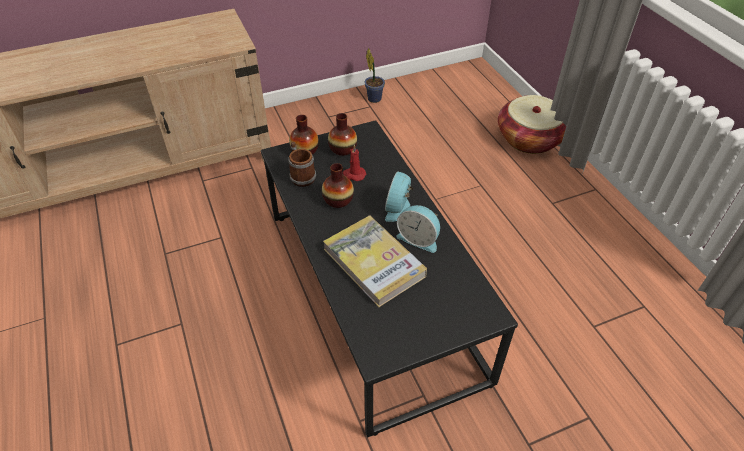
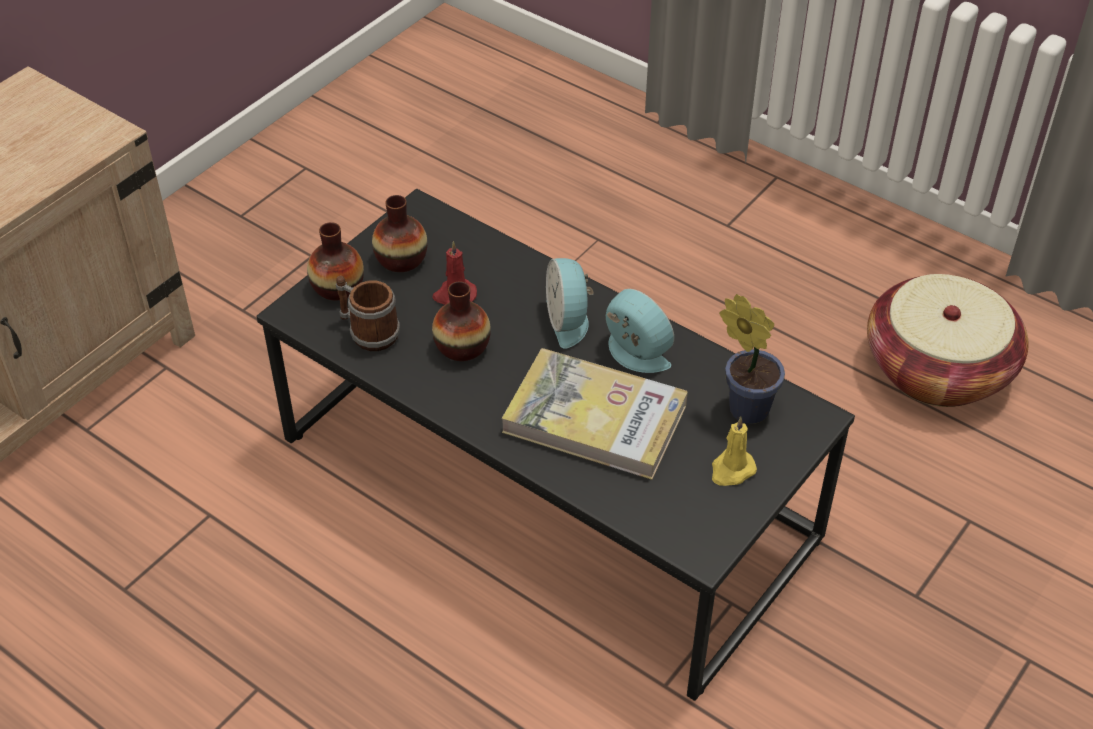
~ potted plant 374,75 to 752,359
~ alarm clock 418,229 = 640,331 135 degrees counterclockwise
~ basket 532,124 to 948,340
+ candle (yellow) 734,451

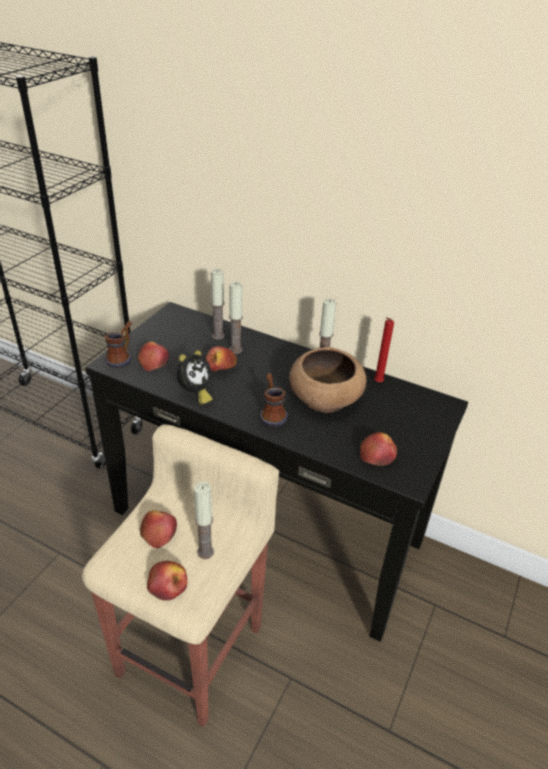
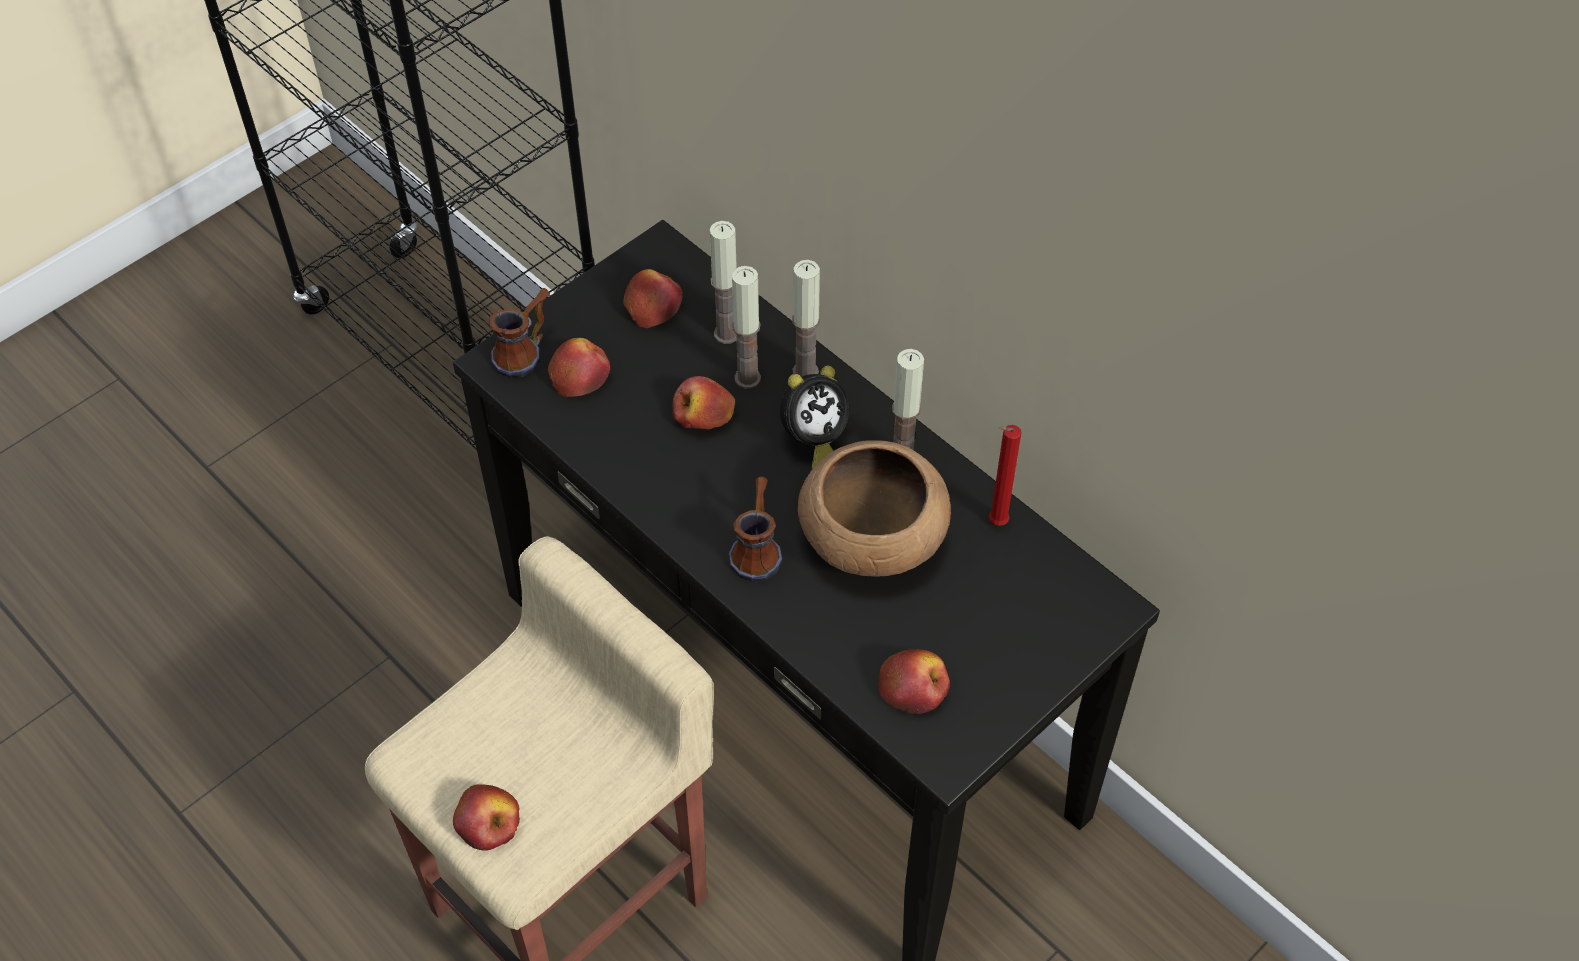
~ apple 158,529 to 652,298
~ alarm clock 194,377 to 814,417
~ candle 204,520 to 806,318

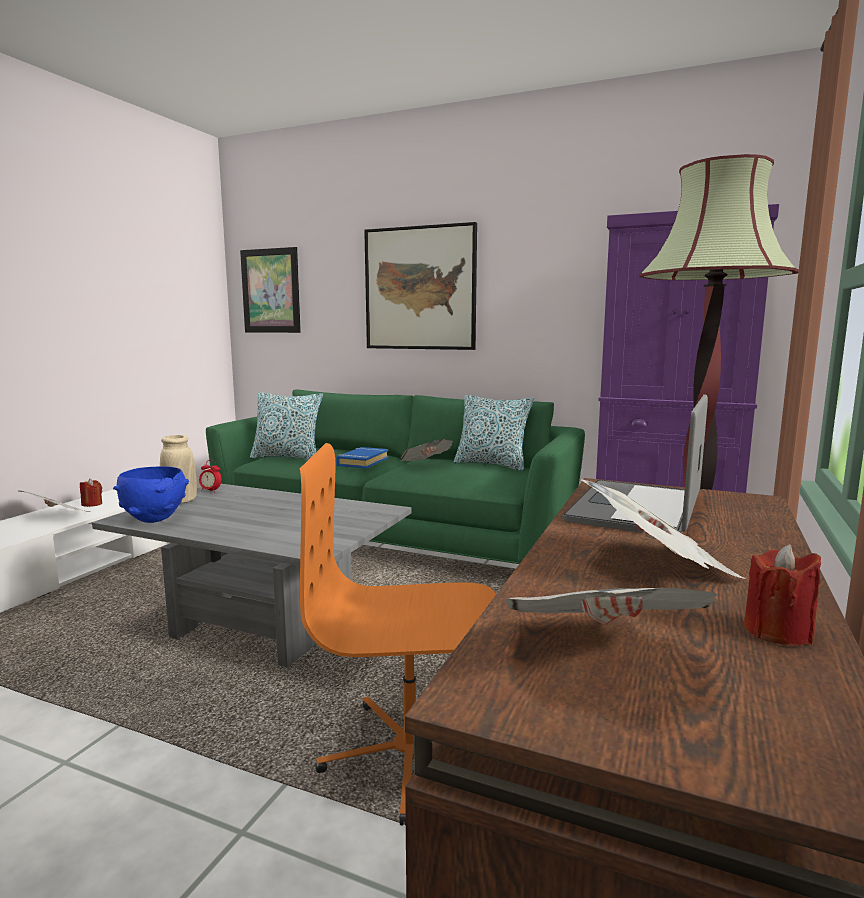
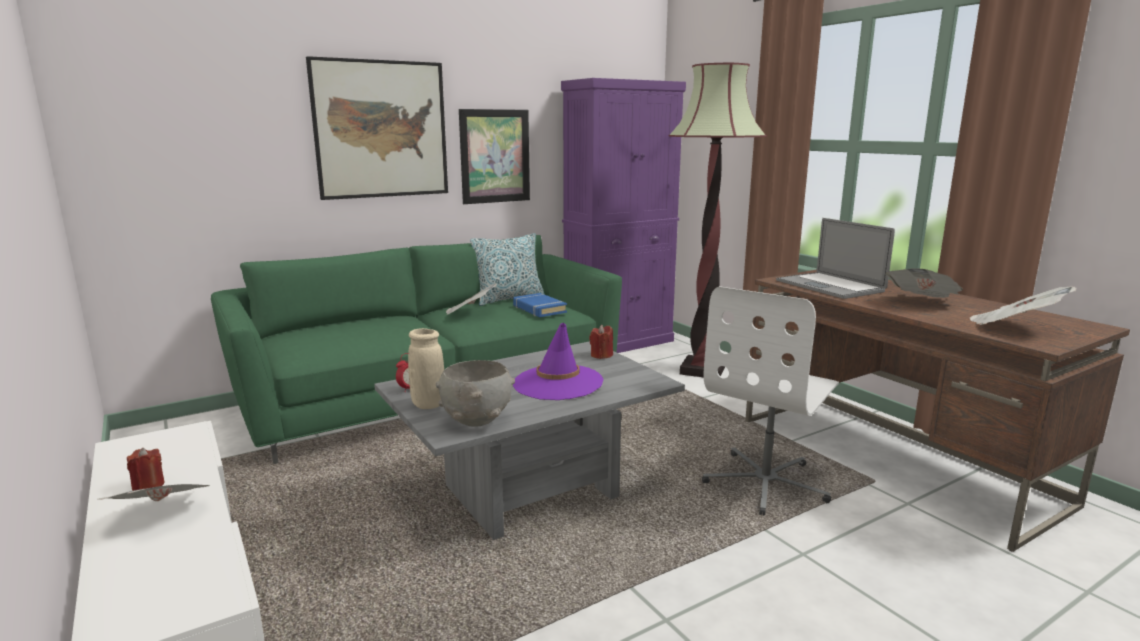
~ bowl (blue) 151,494 to bowl (grey) 475,393
~ picture 270,290 to 494,156
- pillow 286,426
~ office chair (orange) 398,634 to office chair (white) 770,400
~ book (blue) 362,458 to 540,305
~ candle (red) 782,595 to 601,342
+ hat (purple) 558,361

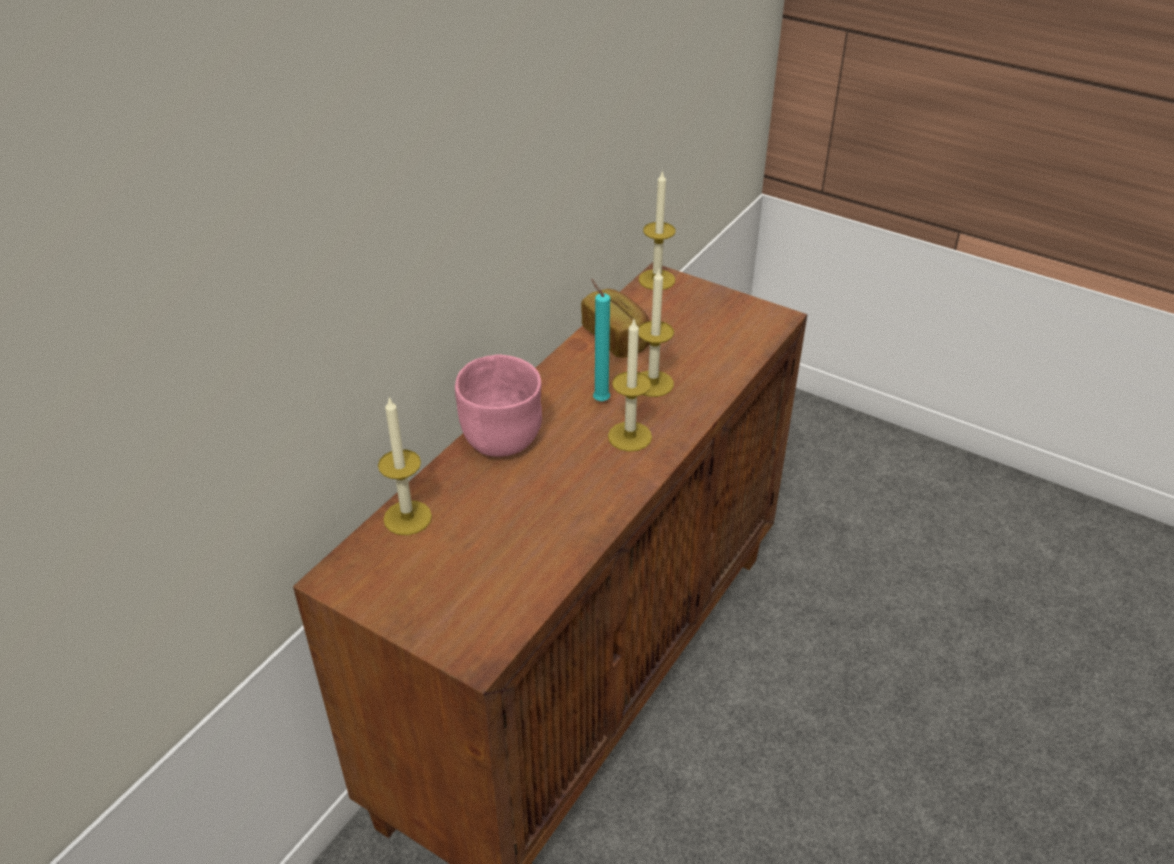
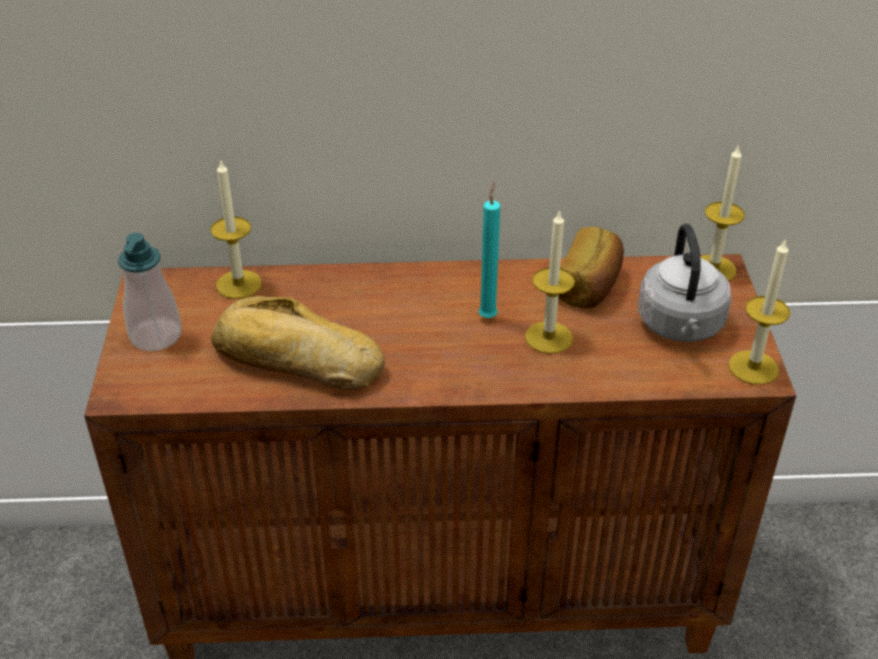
- bowl (pink) 498,405
~ candle 630,386 to 759,311
+ soap dispenser 150,292
+ bread 298,343
+ kettle (grey) 685,283

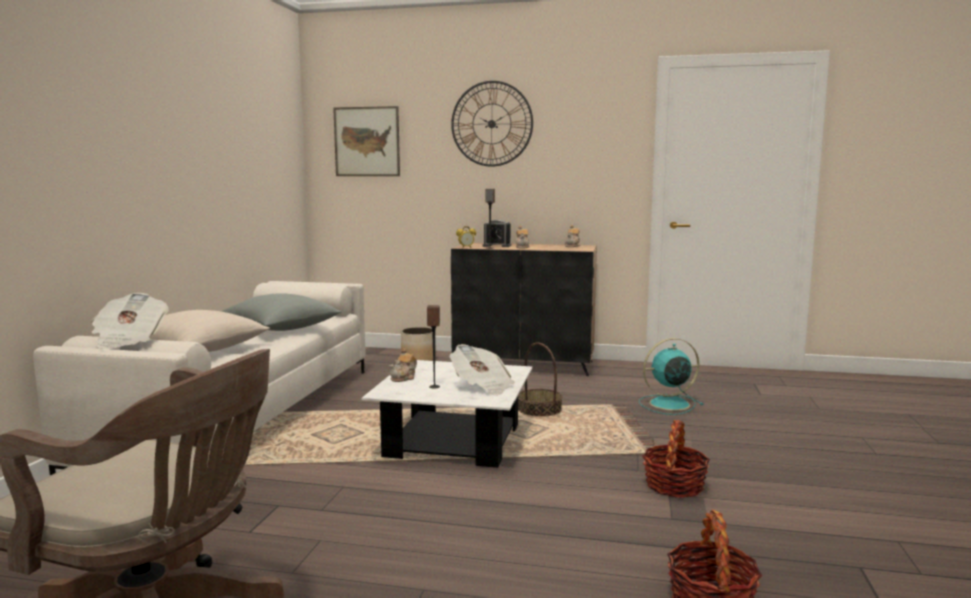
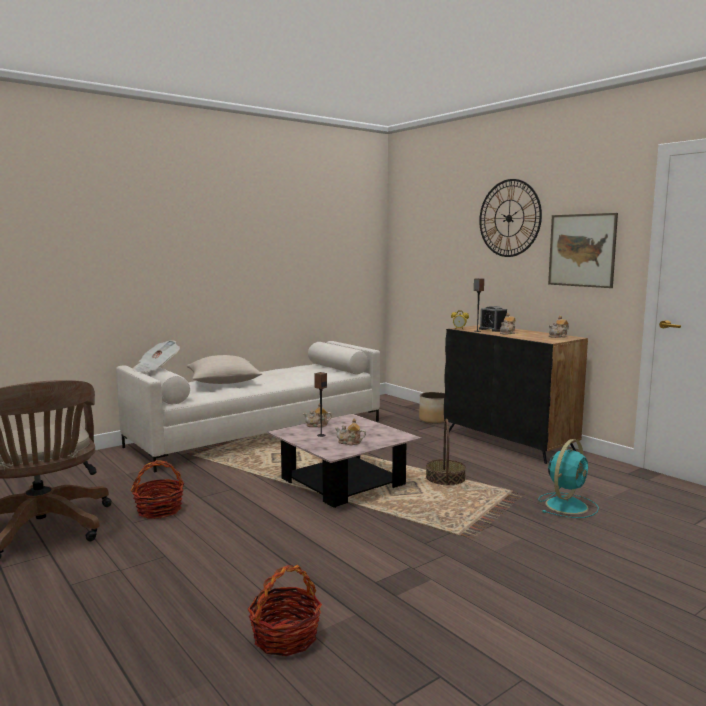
- pillow (grey) 281,312
~ picture 366,141 to 583,250
~ coffee table (white) 446,414 to coffee table (pink) 344,461
~ newspaper 482,370 to teapot 350,431
~ fan (turquoise) 671,376 = 568,478 105 degrees clockwise
~ basket 676,459 to 157,489

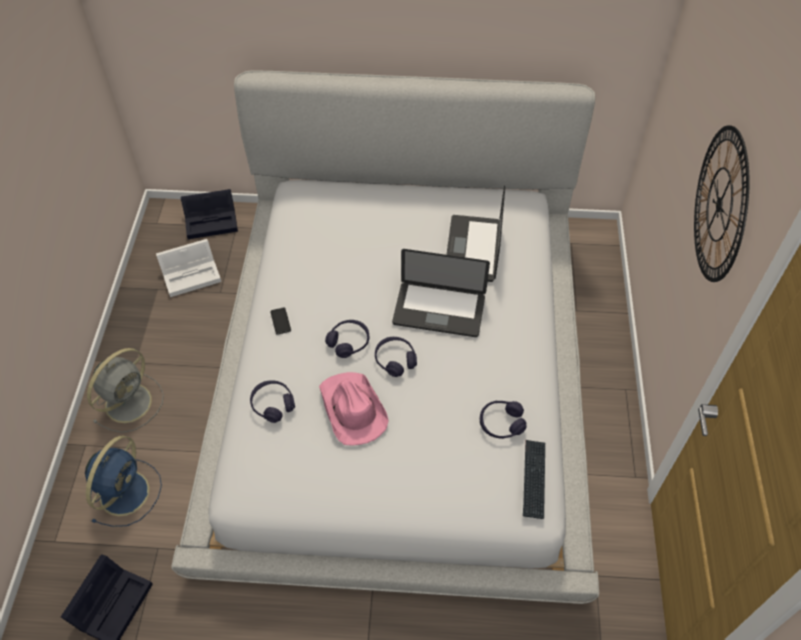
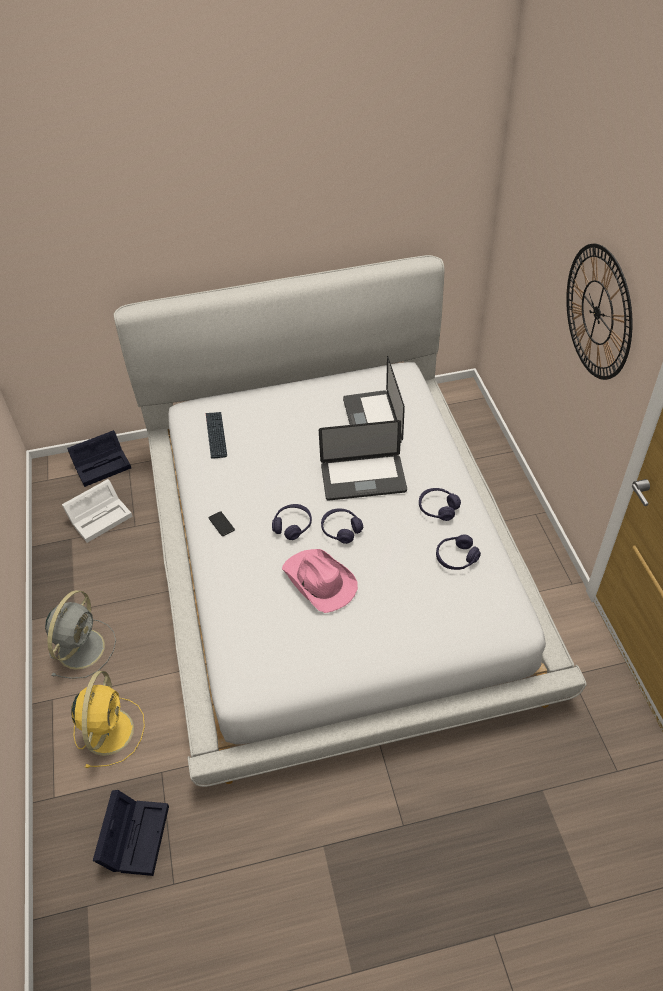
~ fan (blue) 123,481 to fan (yellow) 108,719
~ headphones (purple) 272,401 to 440,504
~ keyboard 534,479 to 216,435

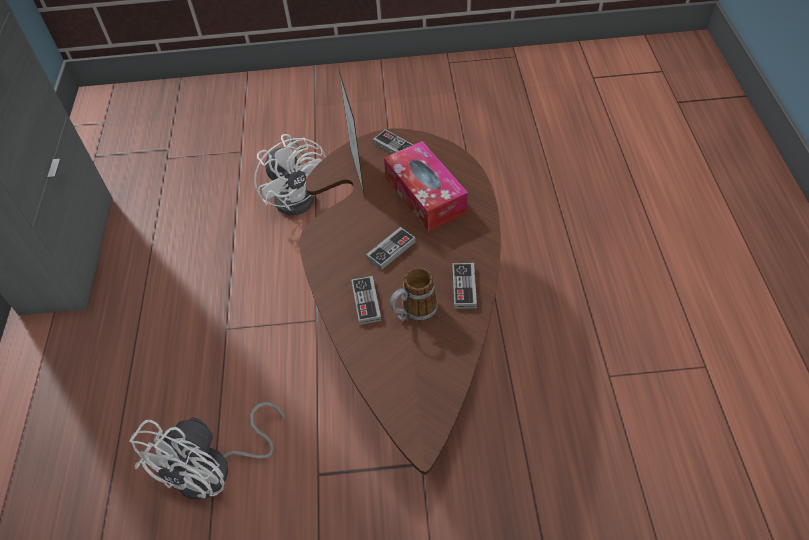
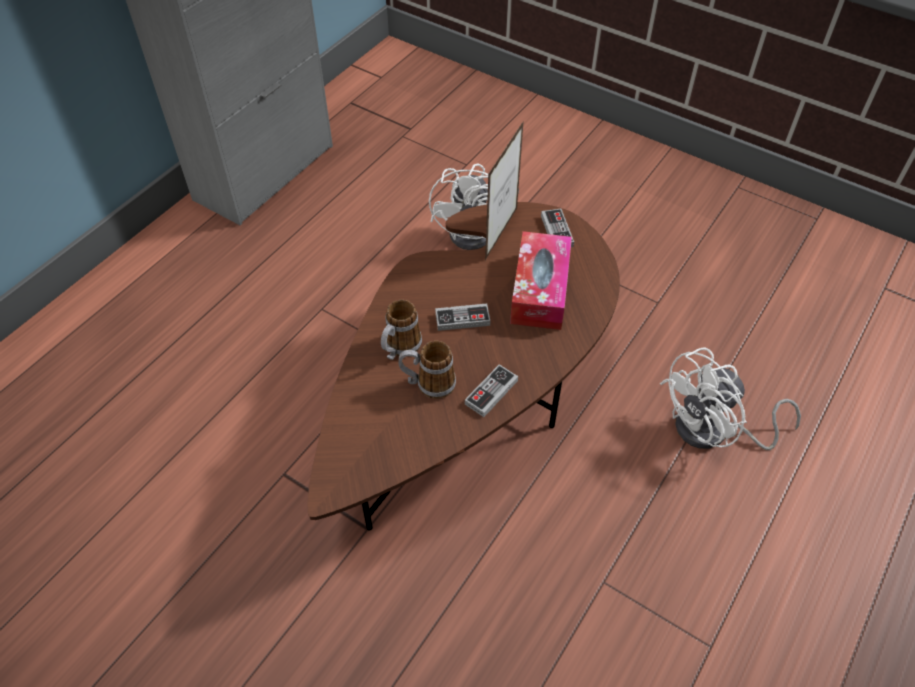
~ fan (white) 207,450 to 730,398
~ game controller 366,300 to mug 401,329

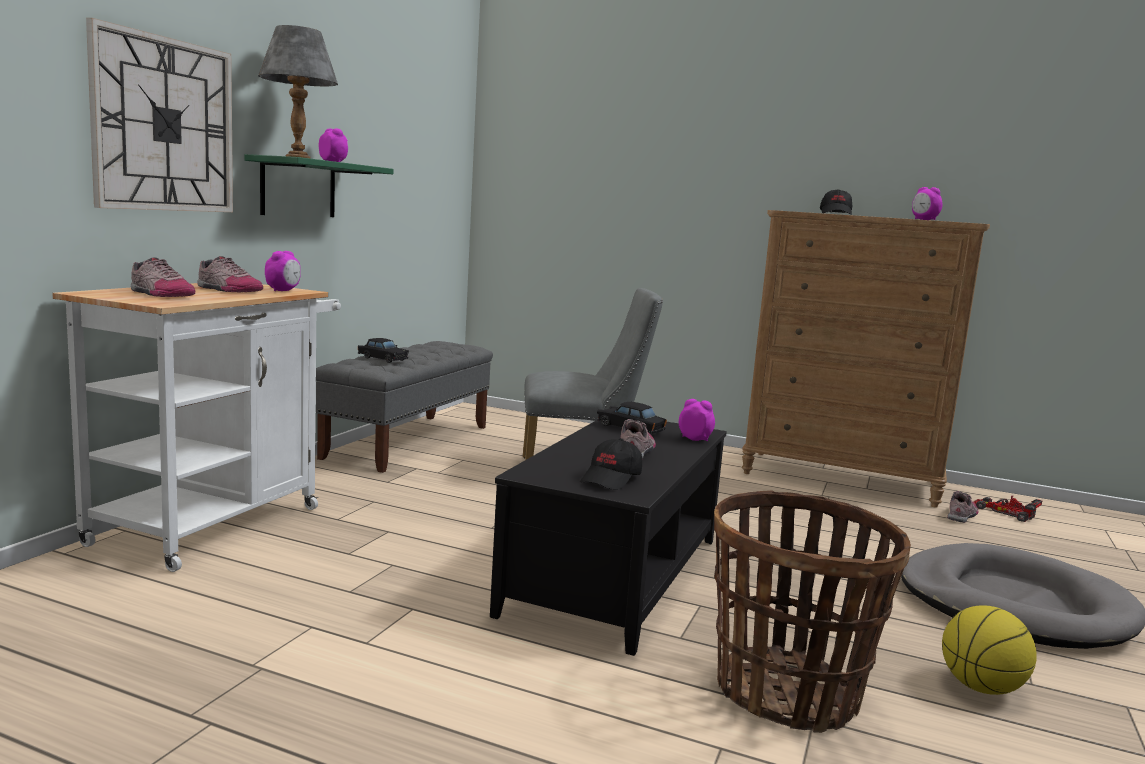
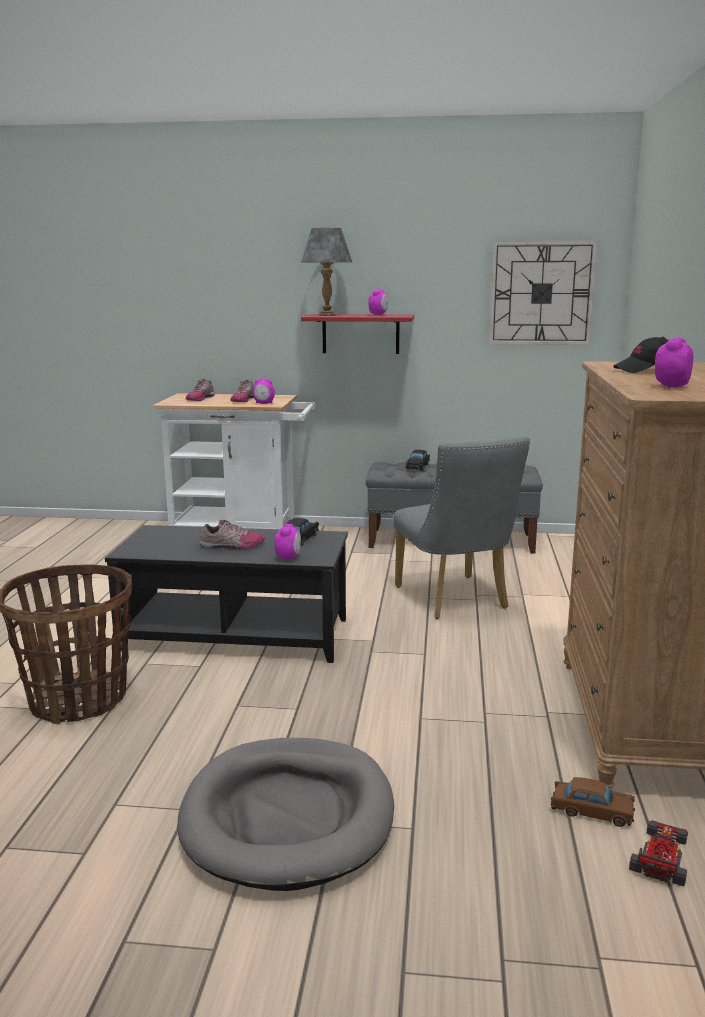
~ wall clock 159,115 to 543,293
~ shelf (green) 319,185 to shelf (red) 357,334
- cap (black) 611,464
- basketball 989,650
~ shoe 963,507 to toy car (brown) 593,802

